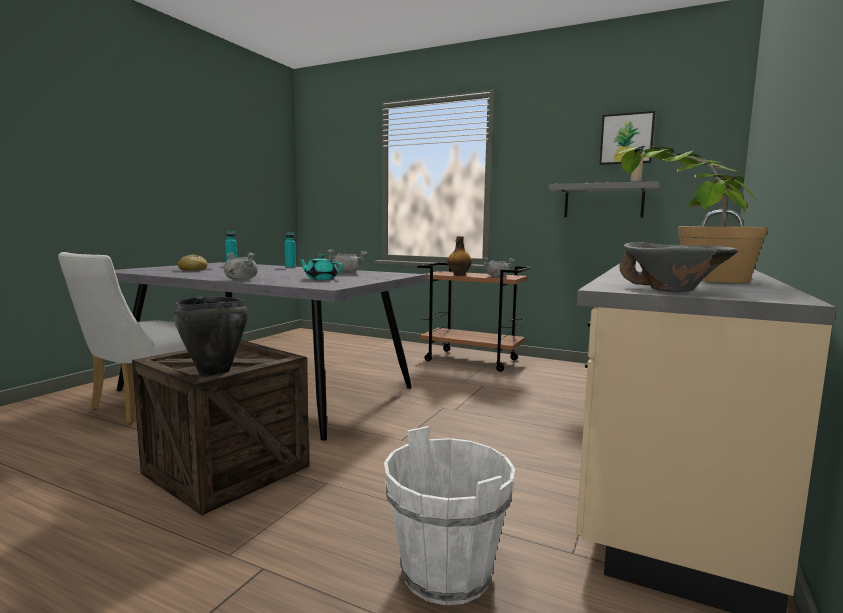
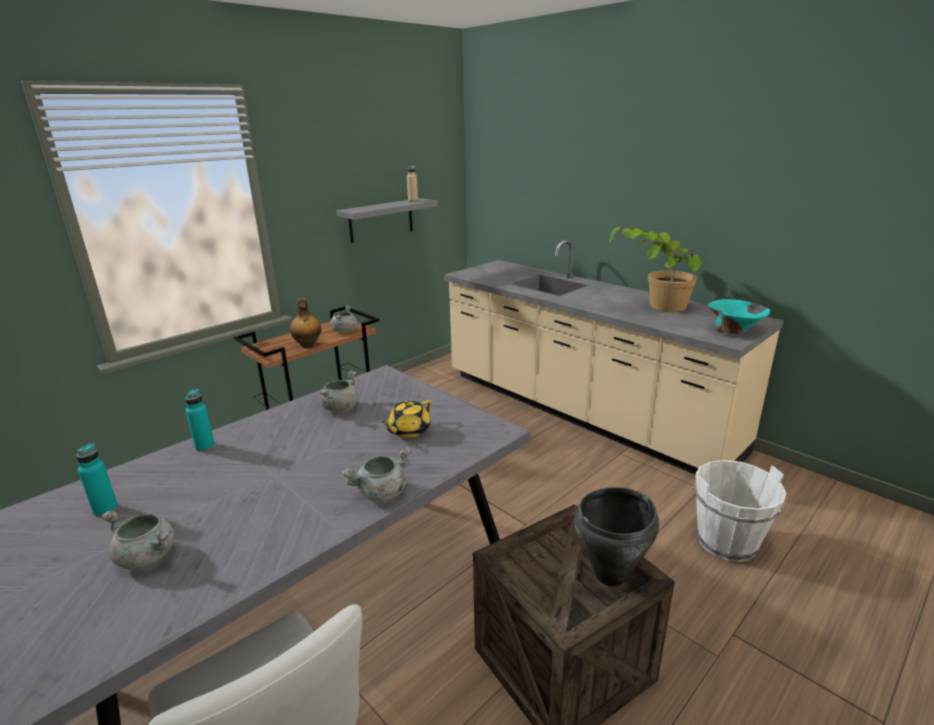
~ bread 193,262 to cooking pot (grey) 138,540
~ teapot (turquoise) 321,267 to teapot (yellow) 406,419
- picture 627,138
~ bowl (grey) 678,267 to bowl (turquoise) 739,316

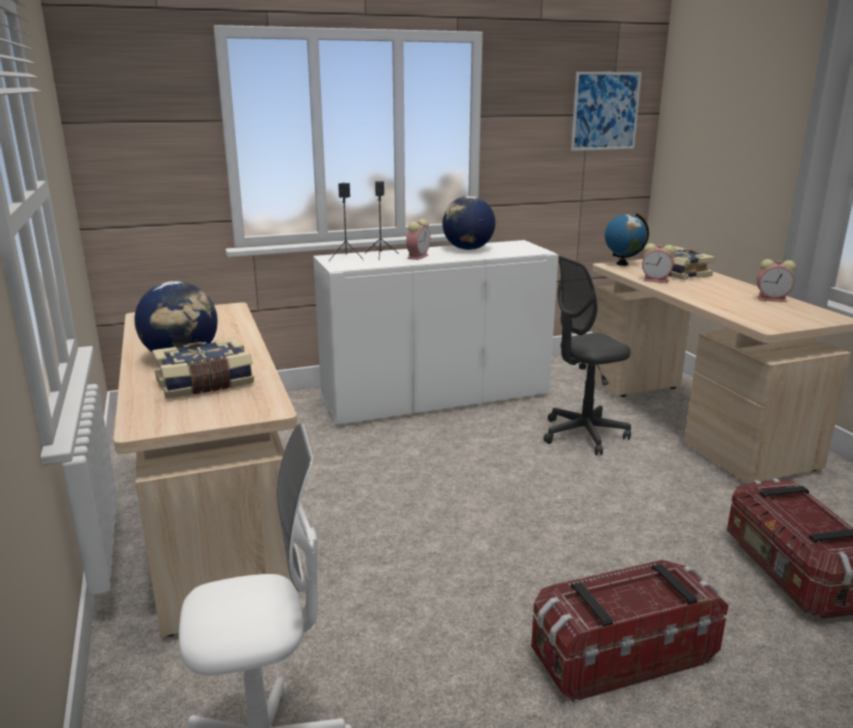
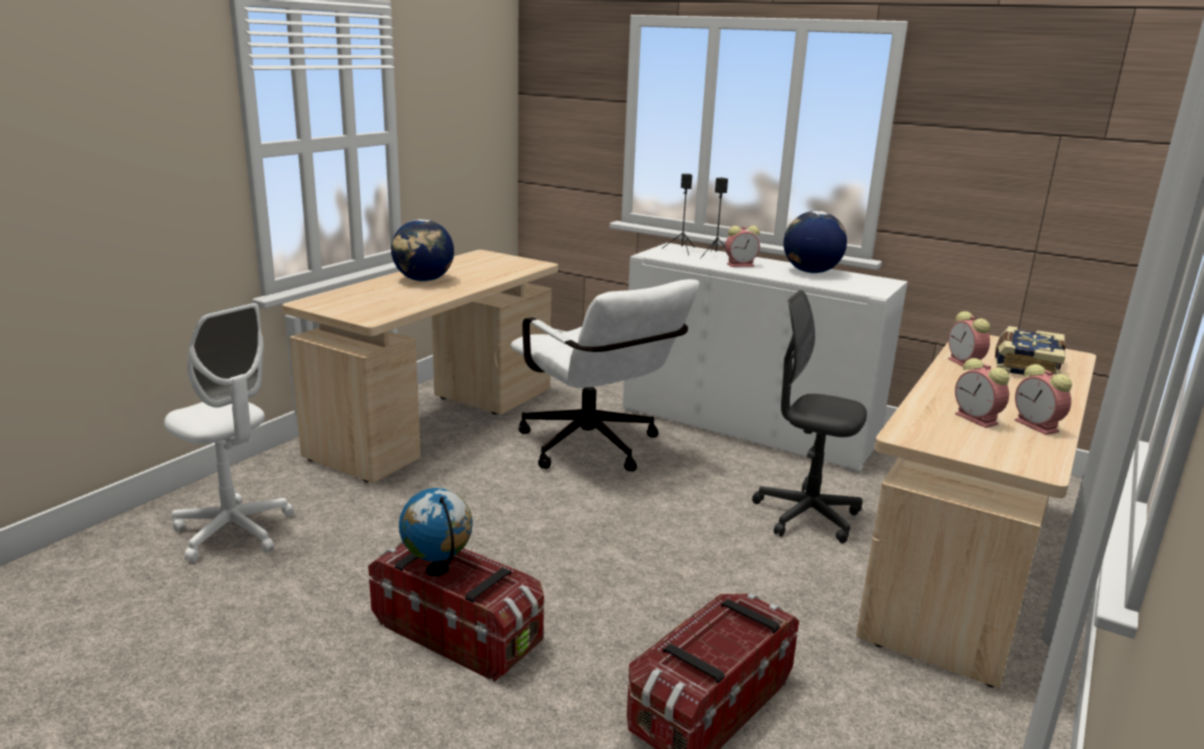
- book 203,368
- picture 606,111
~ globe 627,239 to 436,532
+ office chair (white) 604,375
+ alarm clock 982,393

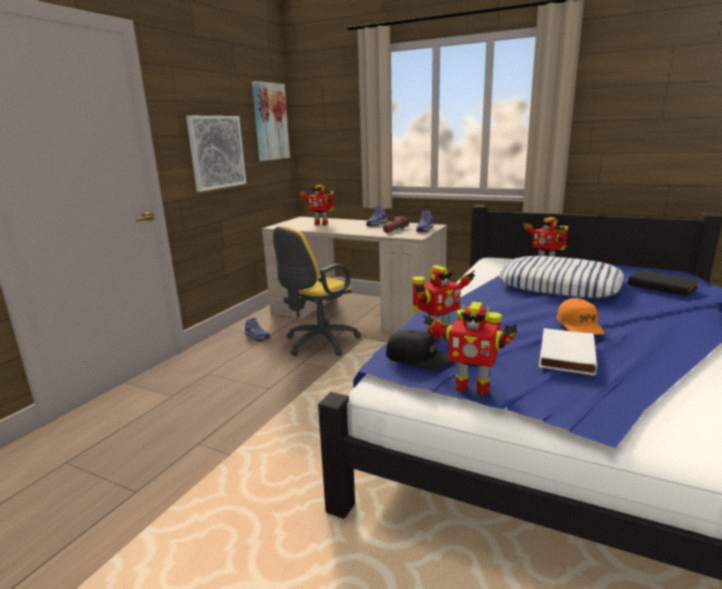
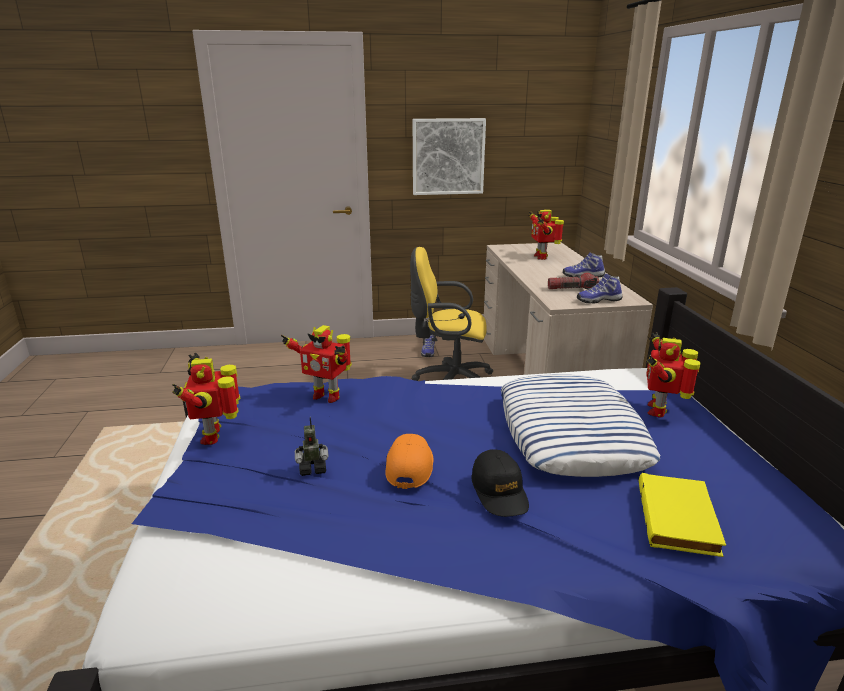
- picture 271,121
~ cap (black) 419,349 to 500,483
~ book (white) 568,352 to toy robot 312,446
~ cap (orange) 581,316 = 409,461 135 degrees clockwise
~ book (black) 663,283 to book (yellow) 682,515

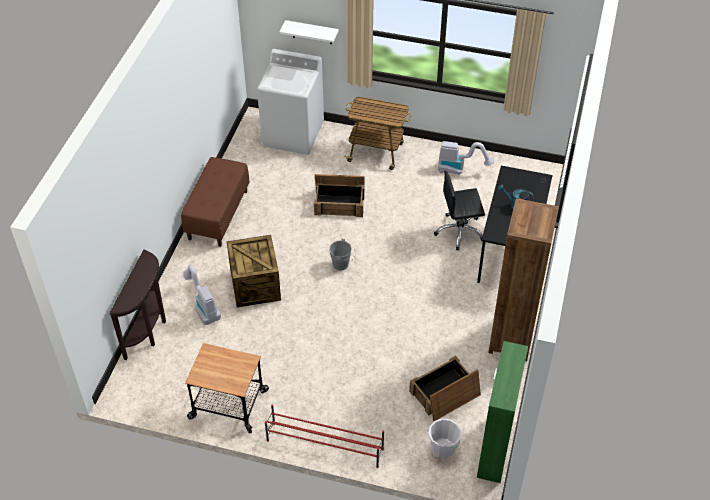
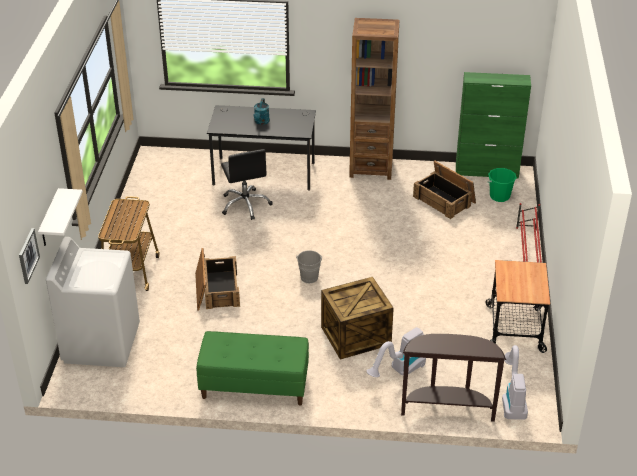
~ bench (brown) 215,202 to bench (green) 252,368
~ bucket (white) 445,438 to bucket (green) 502,185
~ vacuum cleaner 466,158 to 515,382
+ picture 29,256

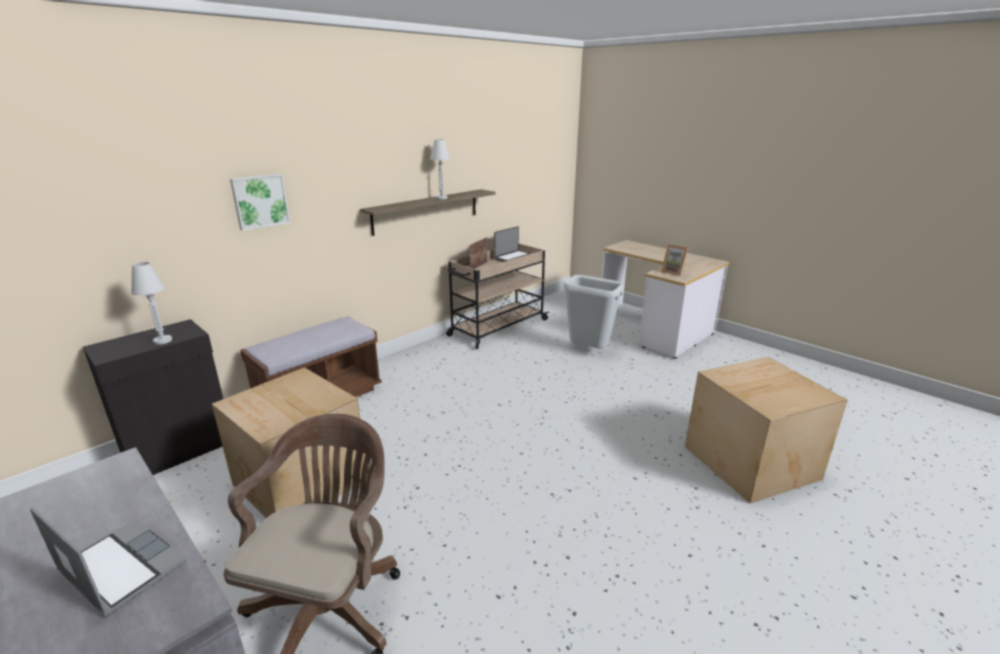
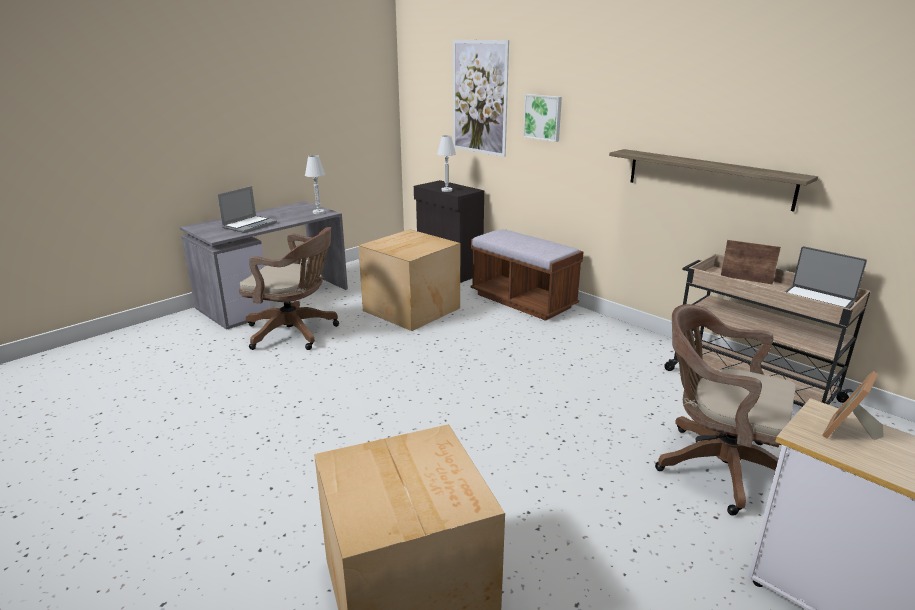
~ table lamp (white) 440,169 to 315,184
~ trash can (grey) 593,311 to office chair (brown) 725,410
+ picture 481,98

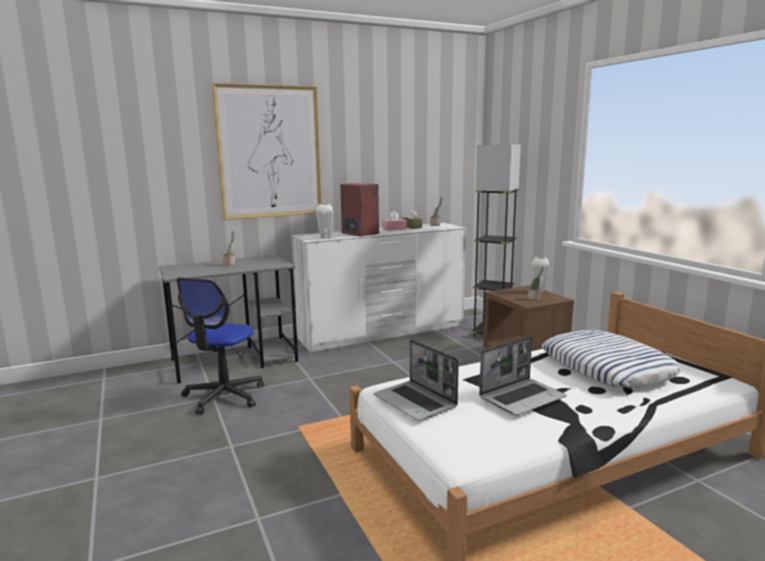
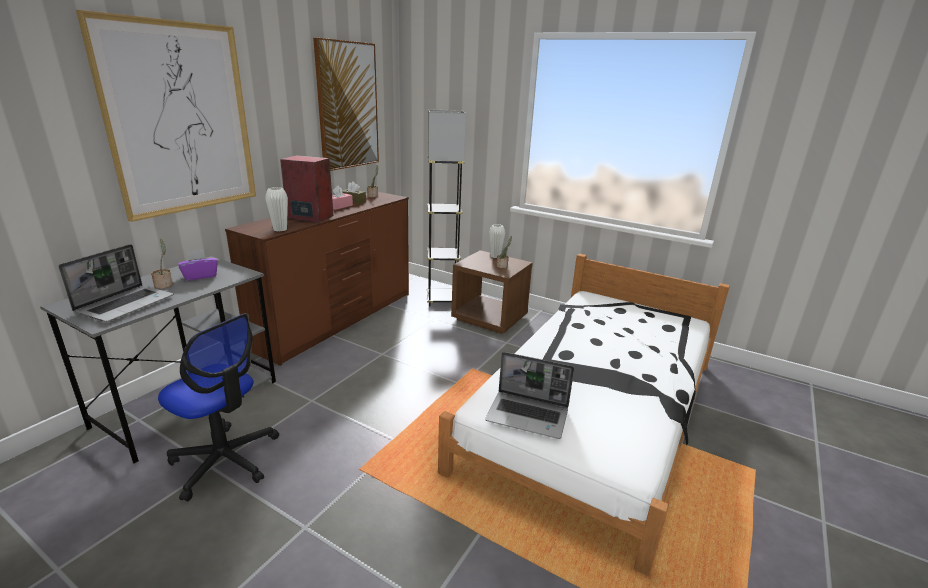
~ office chair 220,346 = 218,407 45 degrees counterclockwise
~ dresser (white) 379,288 to dresser (brown) 317,279
~ laptop 523,375 to 116,283
- pillow 612,359
+ tissue box (purple) 198,265
+ picture 346,104

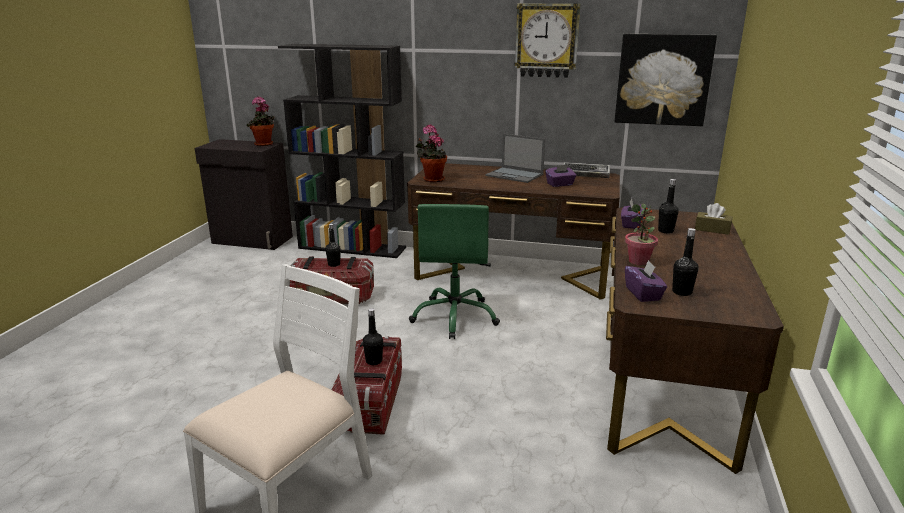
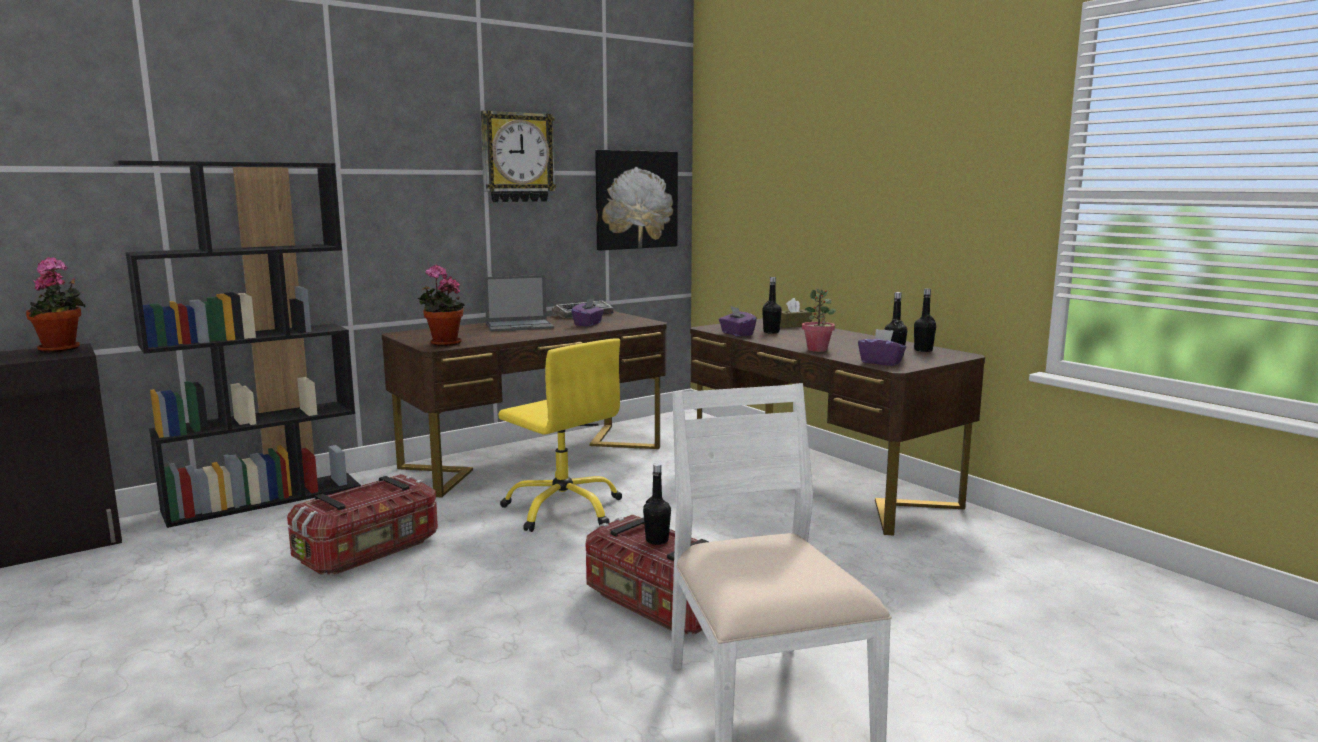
~ bottle (black) 333,245 to 925,320
~ office chair (green) 454,271 to office chair (yellow) 560,435

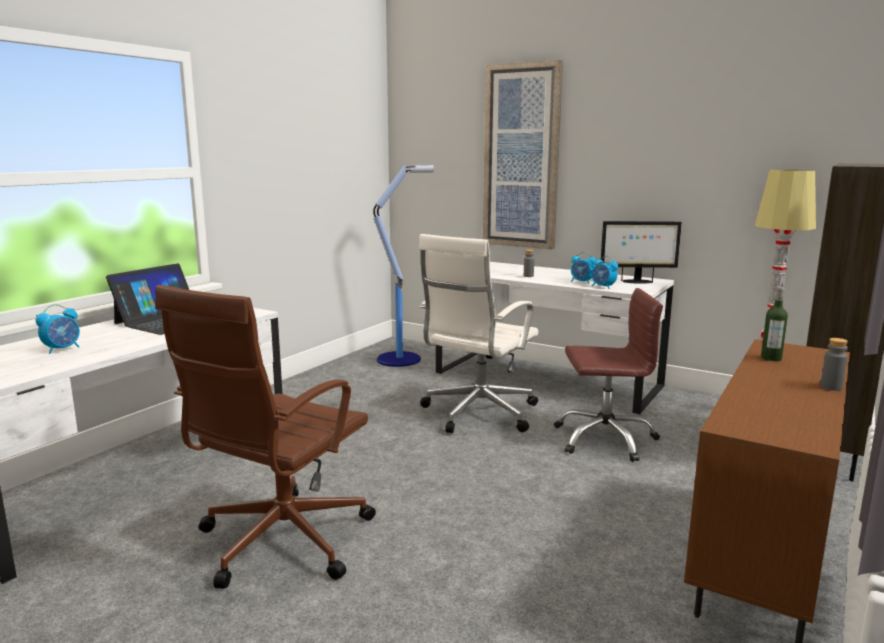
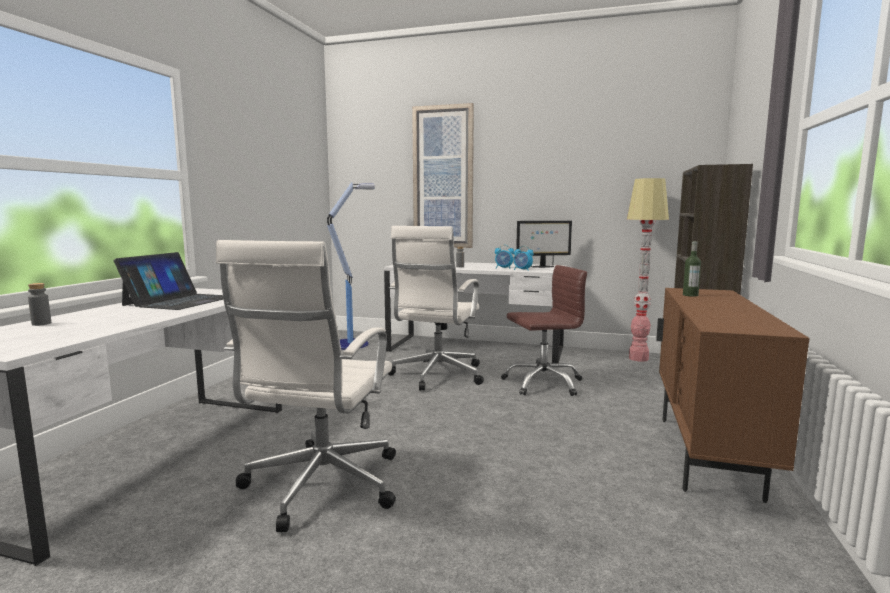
- alarm clock 58,329
~ office chair (brown) 265,437 to office chair (white) 306,386
~ bottle (grey) 834,364 to 39,304

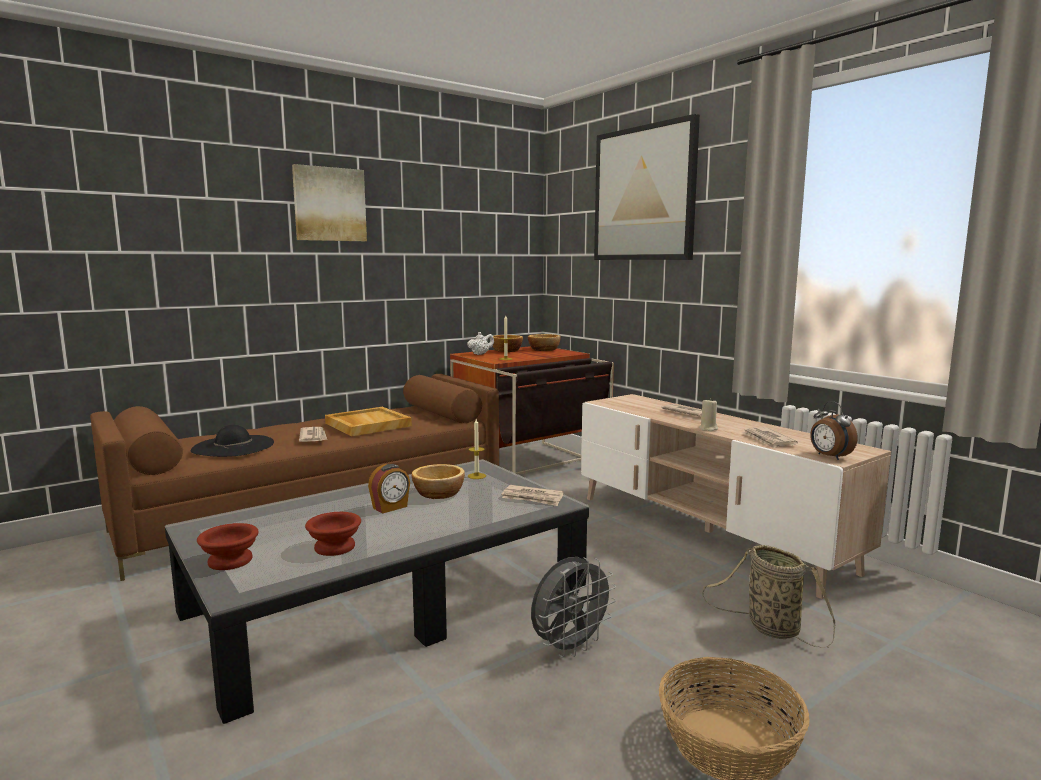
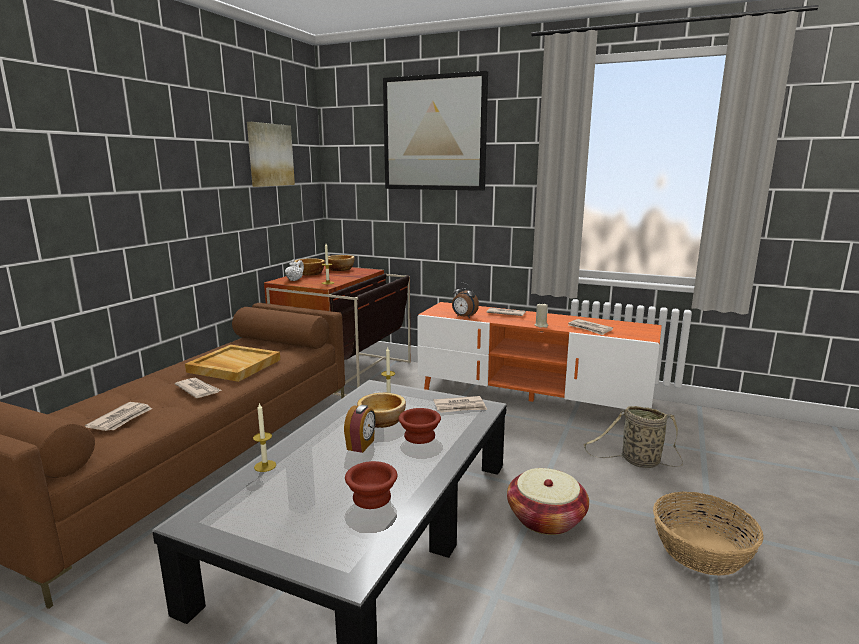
~ hat (black) 232,440 to newspaper 118,416
~ bowl (brown) 228,546 to 419,426
~ picture 329,202 to 271,154
~ fan (grey) 573,607 to basket 548,501
~ tv stand (beige) 736,496 to tv stand (orange) 539,355
~ alarm clock 834,430 to 465,300
+ candle 264,437

